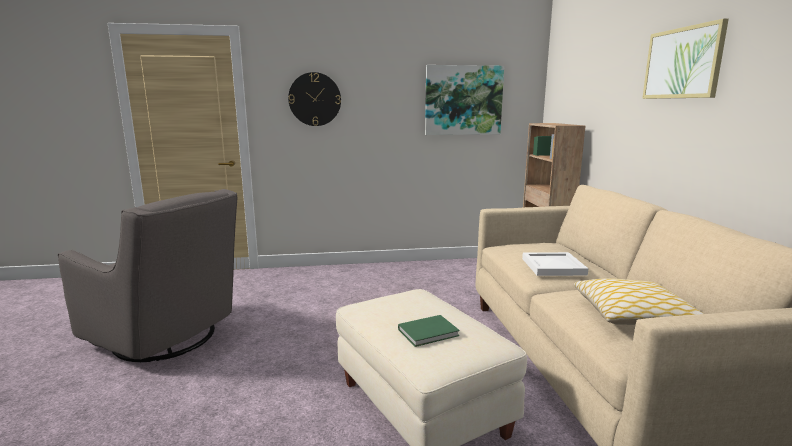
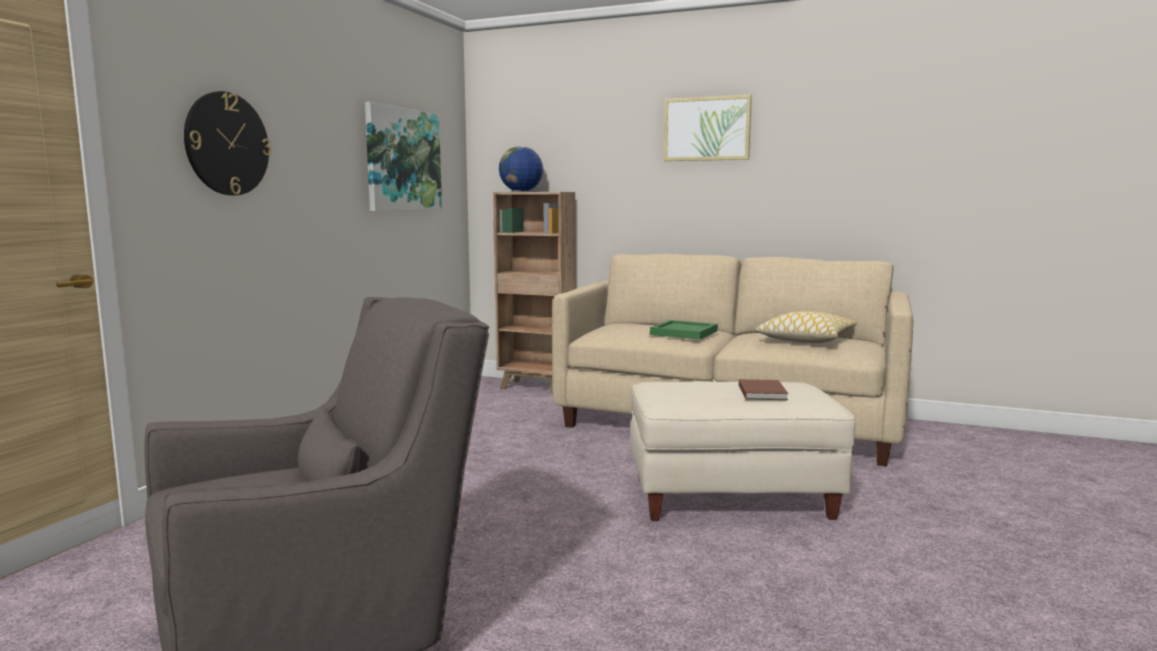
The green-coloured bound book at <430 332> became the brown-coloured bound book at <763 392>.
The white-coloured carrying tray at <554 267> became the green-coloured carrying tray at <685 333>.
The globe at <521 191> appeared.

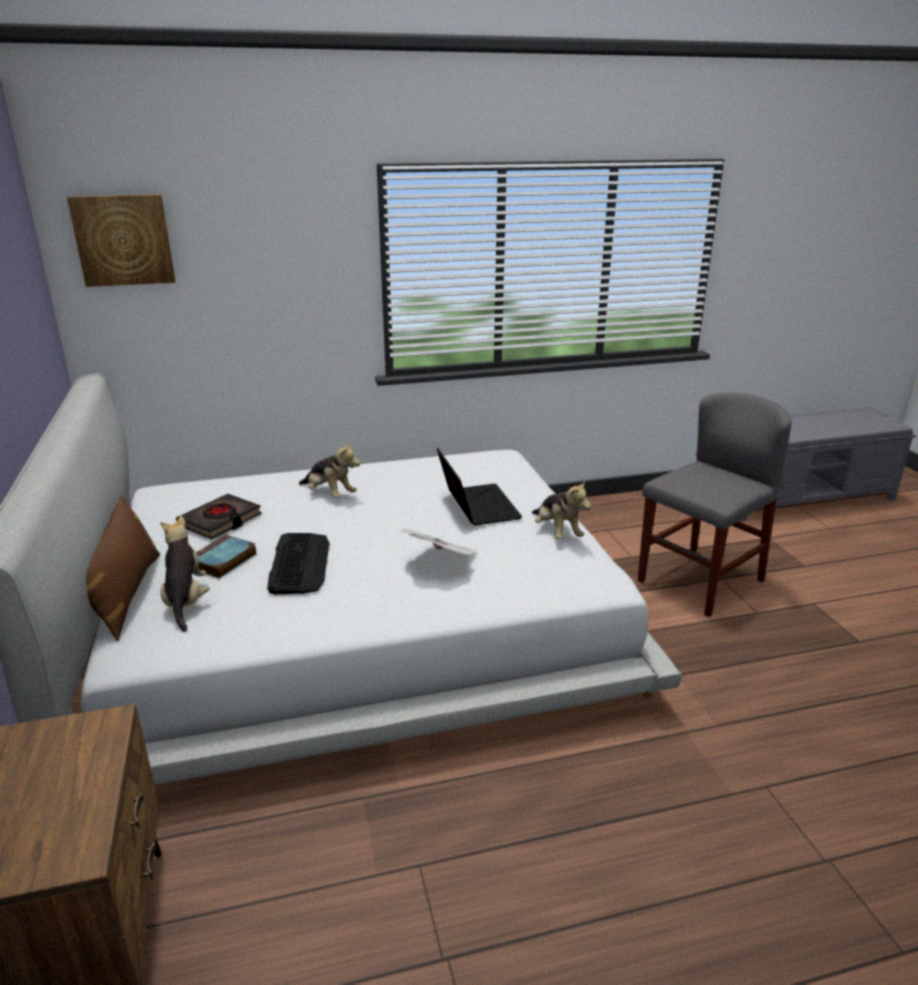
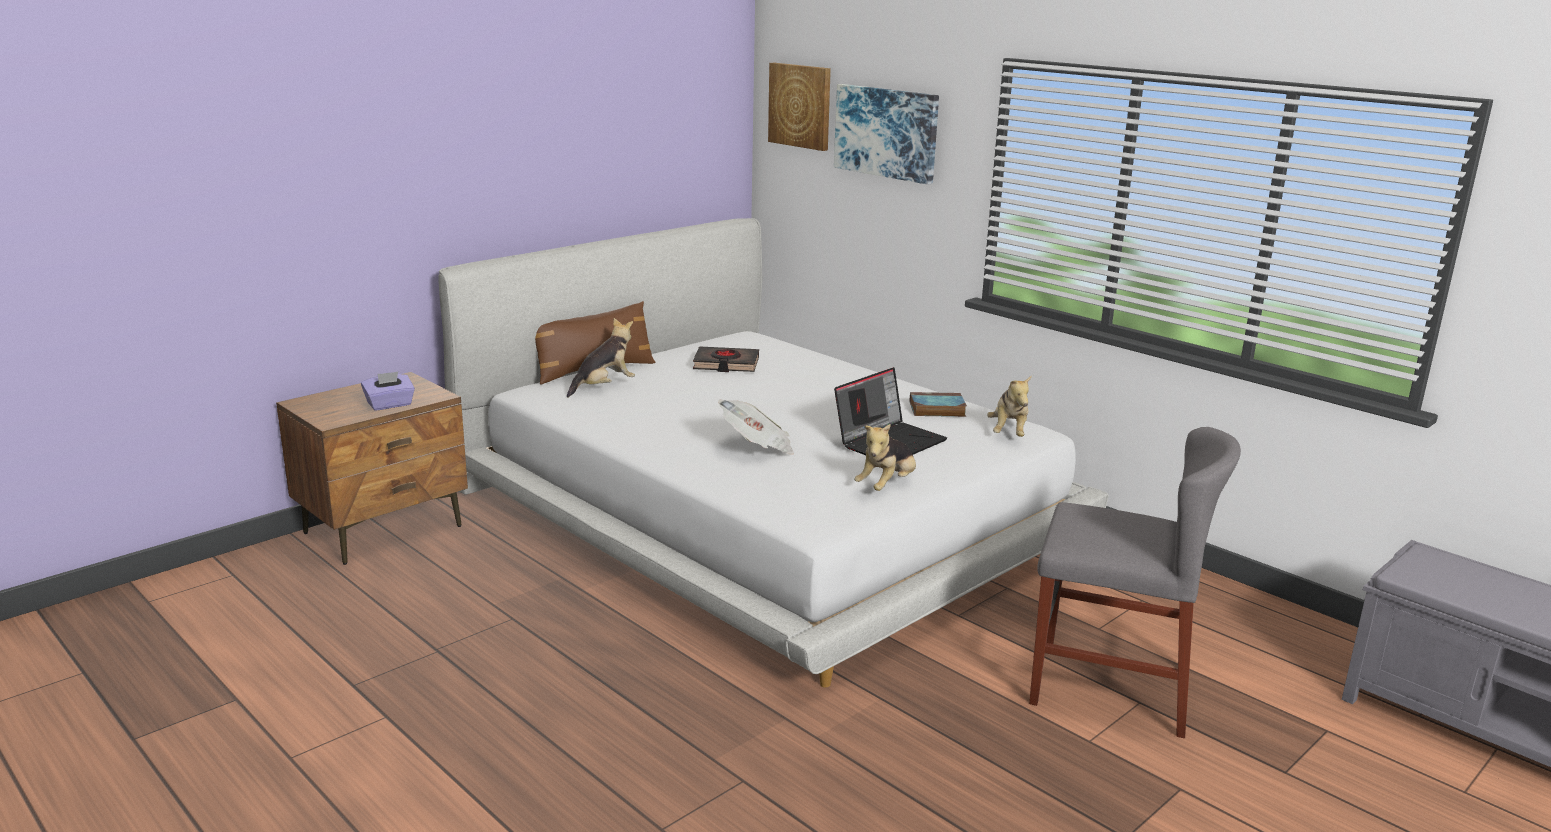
The bound book moved from <222 561> to <936 409>.
The computer keyboard at <299 563> disappeared.
The cuddly toy moved from <329 494> to <1009 433>.
The purplish box of tissues at <390 405> appeared.
The wall art at <887 132> appeared.

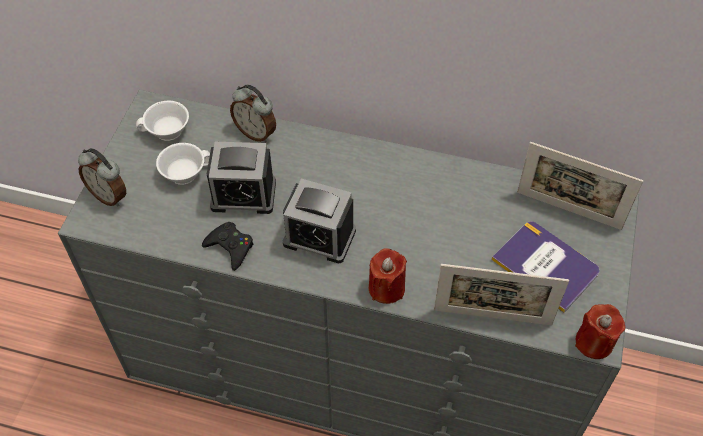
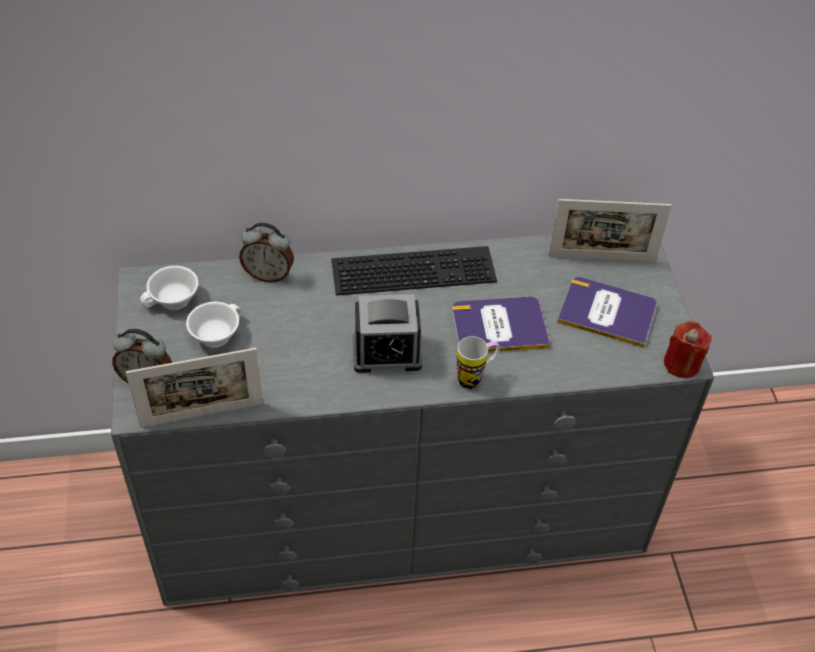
The black joypad at <230 247> disappeared.
The bedside clock at <243 195> disappeared.
The red-coloured wax light at <386 288> was replaced by the coffee mug at <475 378>.
The standing frame moved from <492 317> to <202 415>.
The computer keyboard at <414 268> appeared.
The bound book at <499 326> appeared.

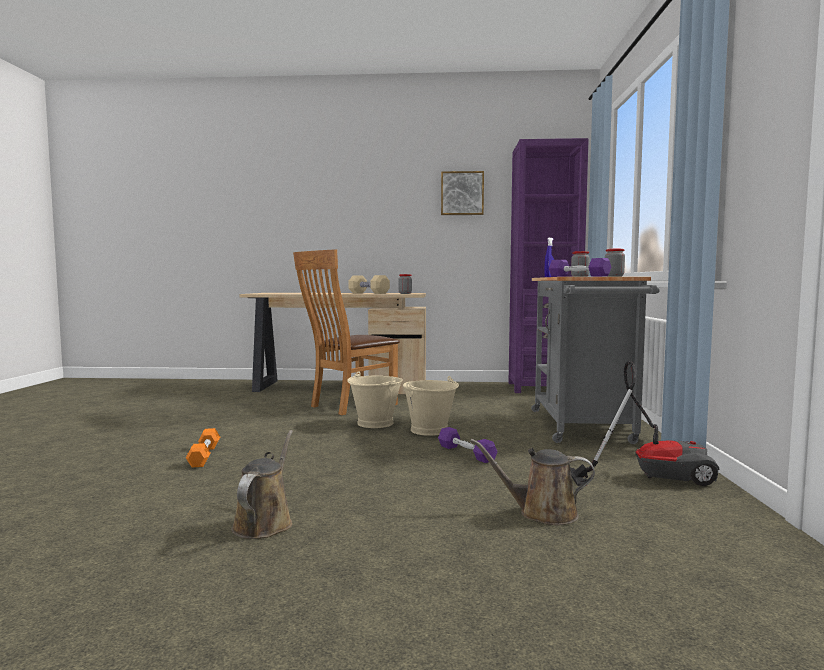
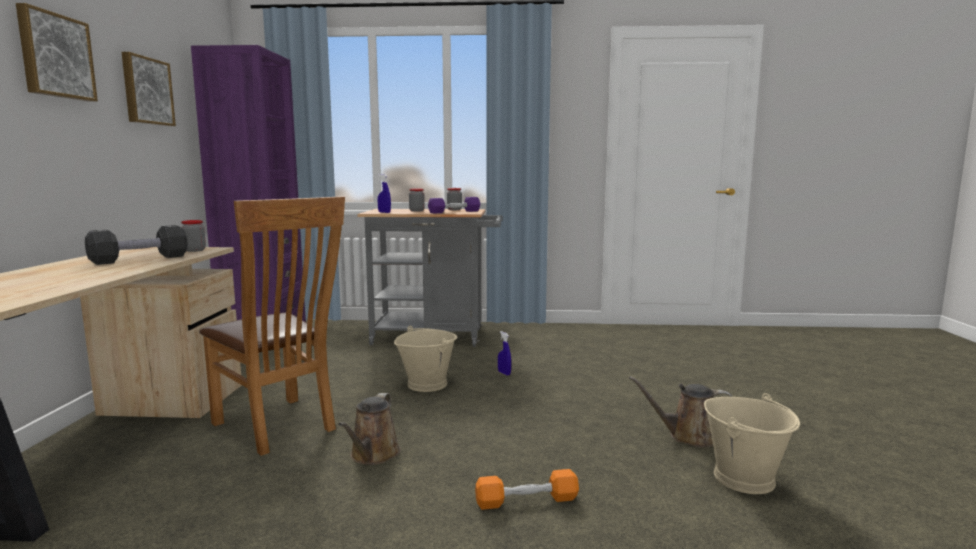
The beige pail moved from <375 423> to <745 478>.
The beige free weight at <368 293> became the black free weight at <139 259>.
The purplish free weight at <466 453> was replaced by the blue spray bottle at <504 373>.
The brown-coloured watering pot moved from <542 513> to <373 455>.
The hoover at <650 476> disappeared.
The wall art at <55 56> appeared.

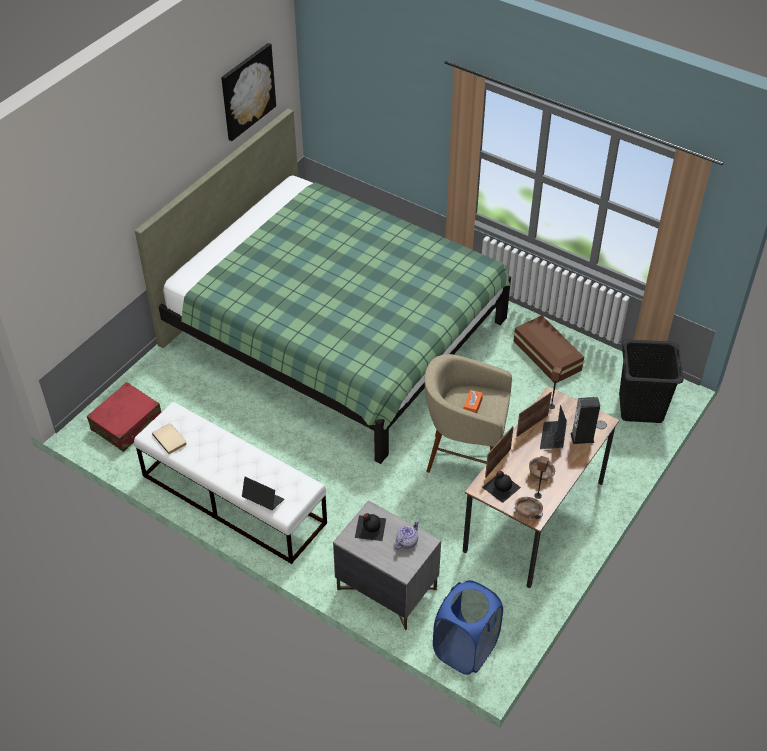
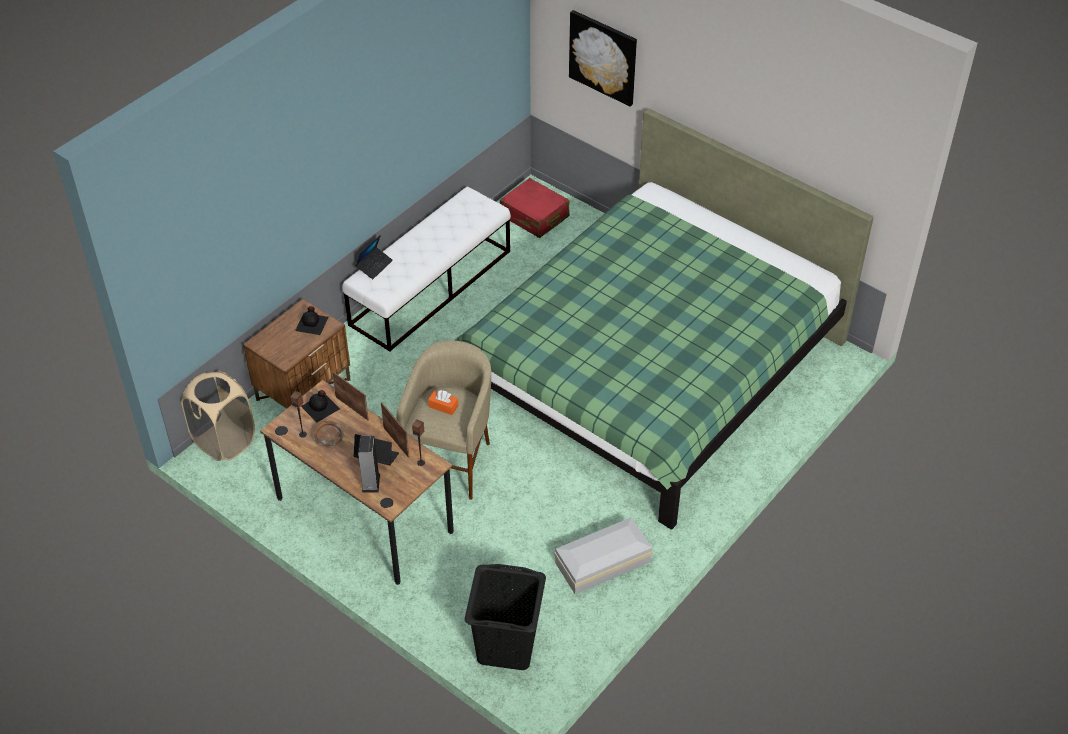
The beige bound book at <170 439> disappeared.
The wall art moved from <247 91> to <603 57>.
The gray nightstand at <386 589> became the brown-coloured nightstand at <304 389>.
The teapot at <406 541> disappeared.
The blue hamper at <465 649> became the beige hamper at <224 441>.
The brown-coloured storage container at <547 356> became the white-coloured storage container at <601 562>.
The brown-coloured bowl at <528 512> disappeared.

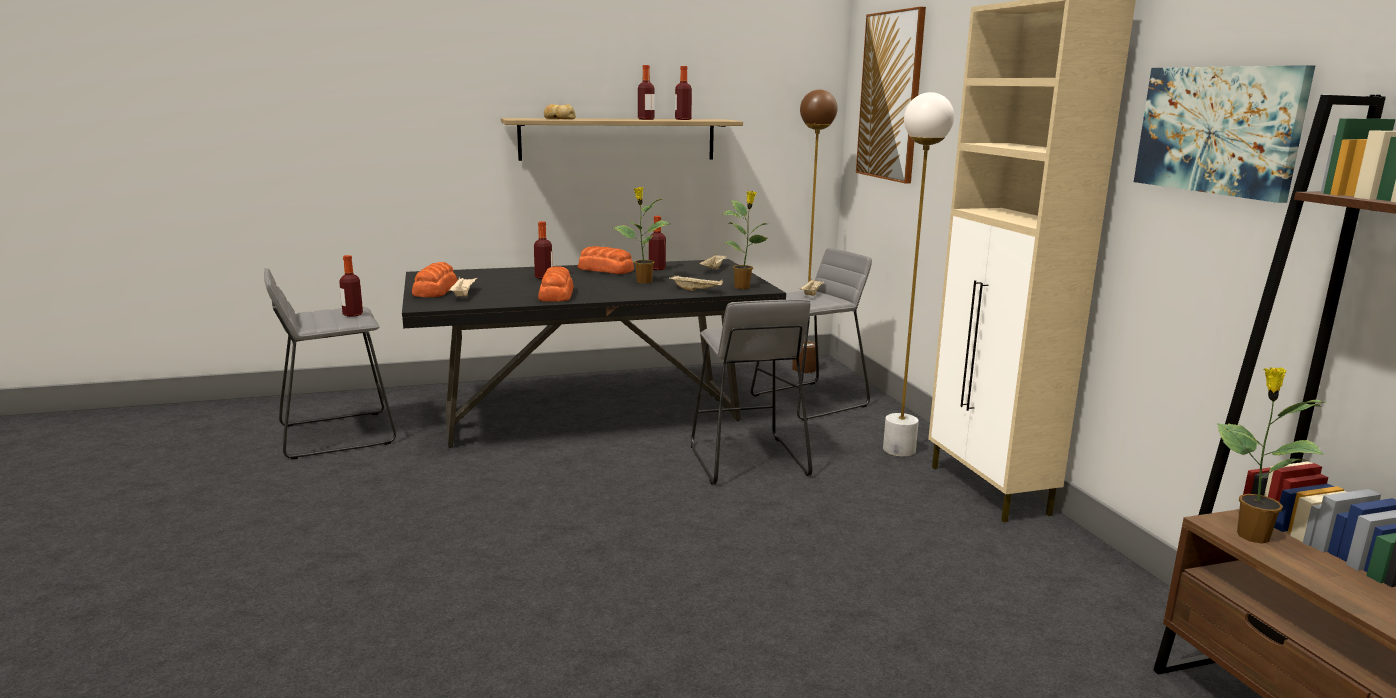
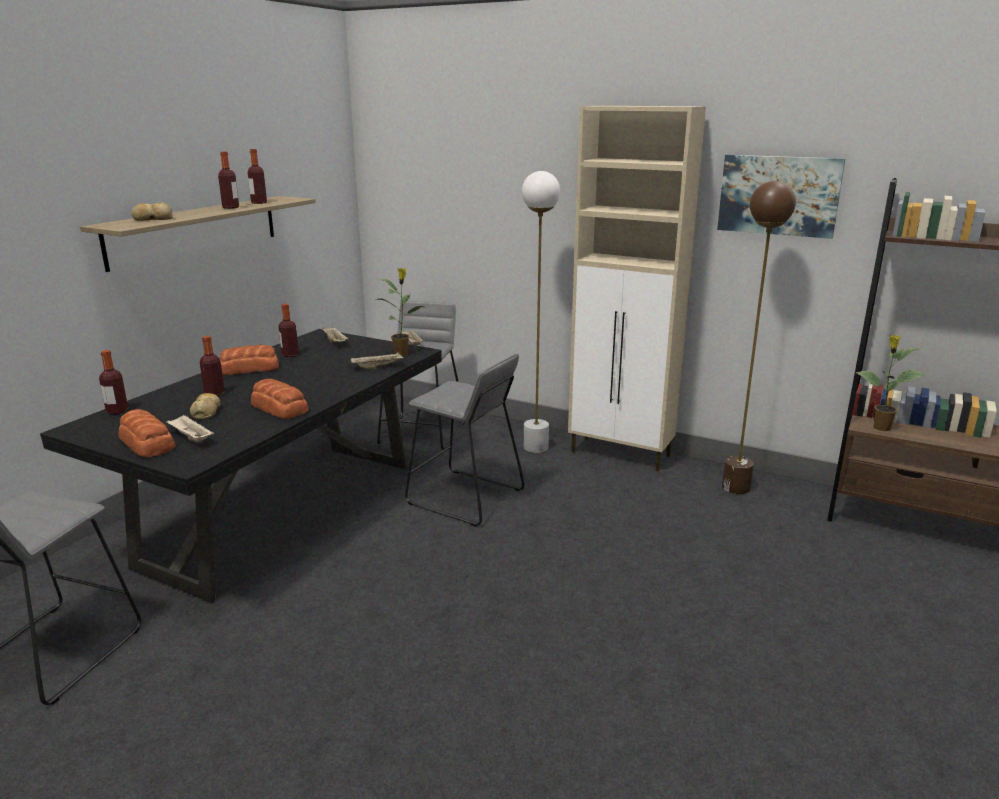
The drink bottle moved from <353 314> to <117 411>.
The plant in a pot at <643 281> disappeared.
The brown-coloured standard lamp moved from <804 369> to <736 487>.
The wall art at <890 96> disappeared.
The bread at <206 412> appeared.

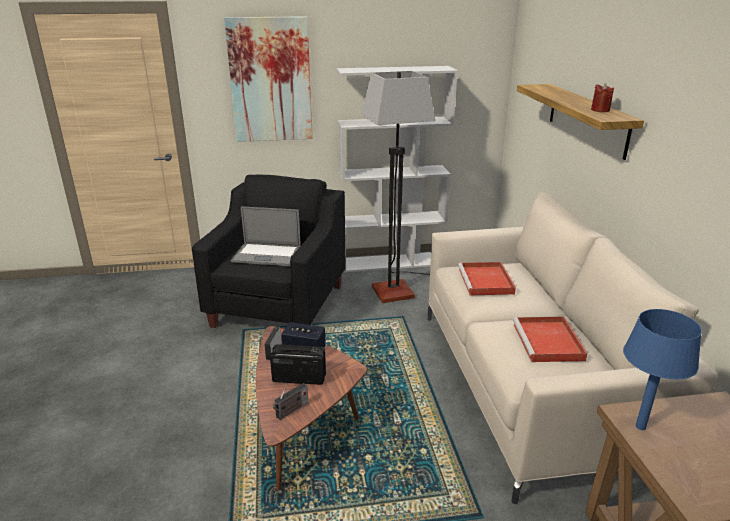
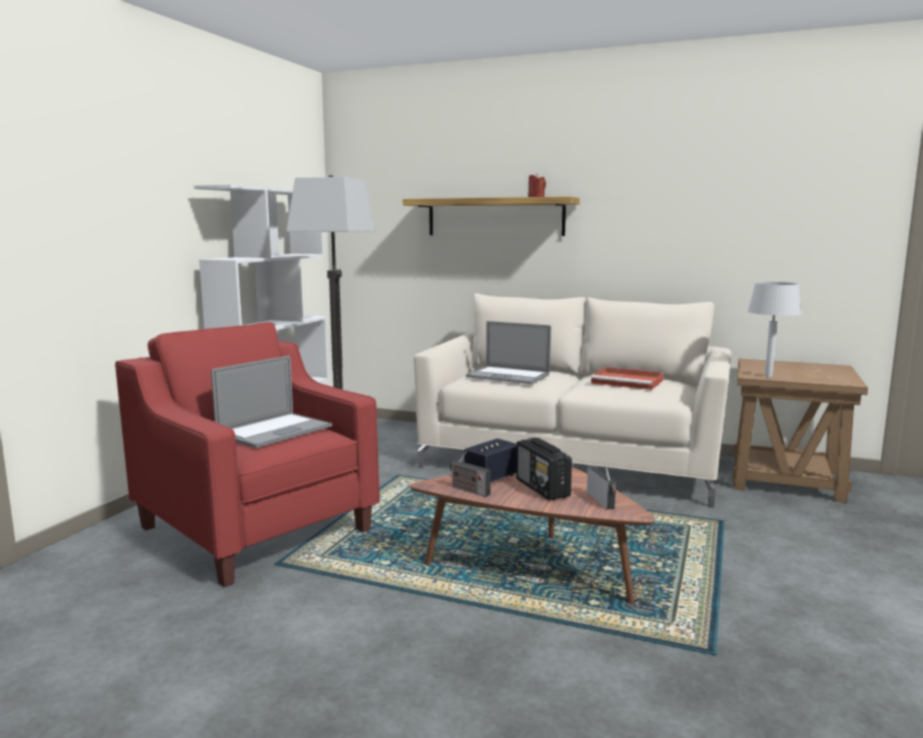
The black armchair at <279 305> became the red-coloured armchair at <256 529>.
The wall art at <270 80> disappeared.
The radio receiver at <298 378> turned 60 degrees counterclockwise.
The red-coloured carrying tray at <486 282> was replaced by the laptop at <508 376>.
The blue tabletop lamp at <640 427> became the gray tabletop lamp at <768 376>.

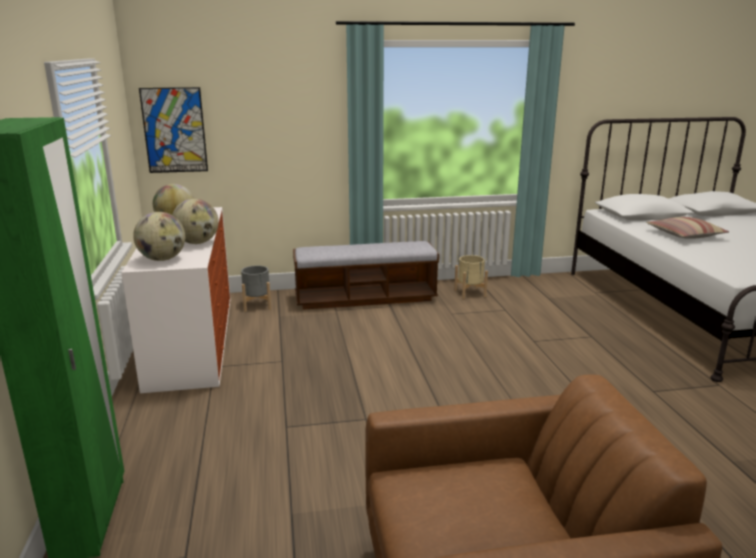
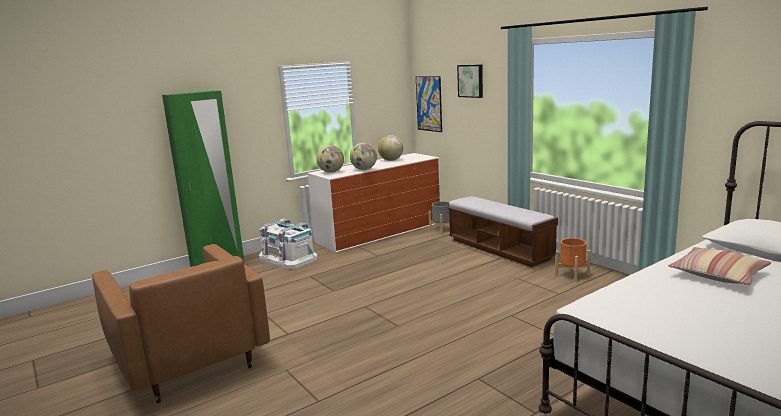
The beige plant pot at <469 293> became the orangey plant pot at <572 275>.
The white-coloured storage container at <288 258> appeared.
The wall art at <471 81> appeared.

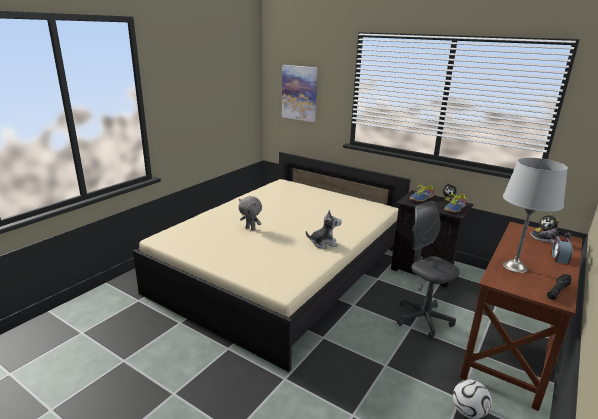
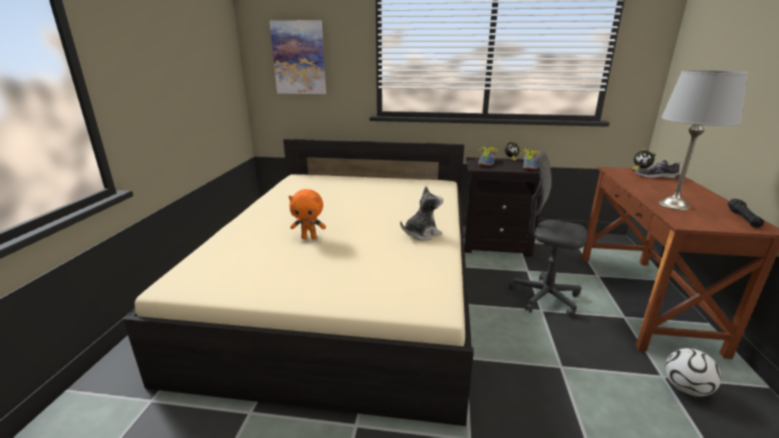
The gray cuddly toy at <251 228> became the orangey cuddly toy at <309 237>.
The bedside clock at <559 257> disappeared.

